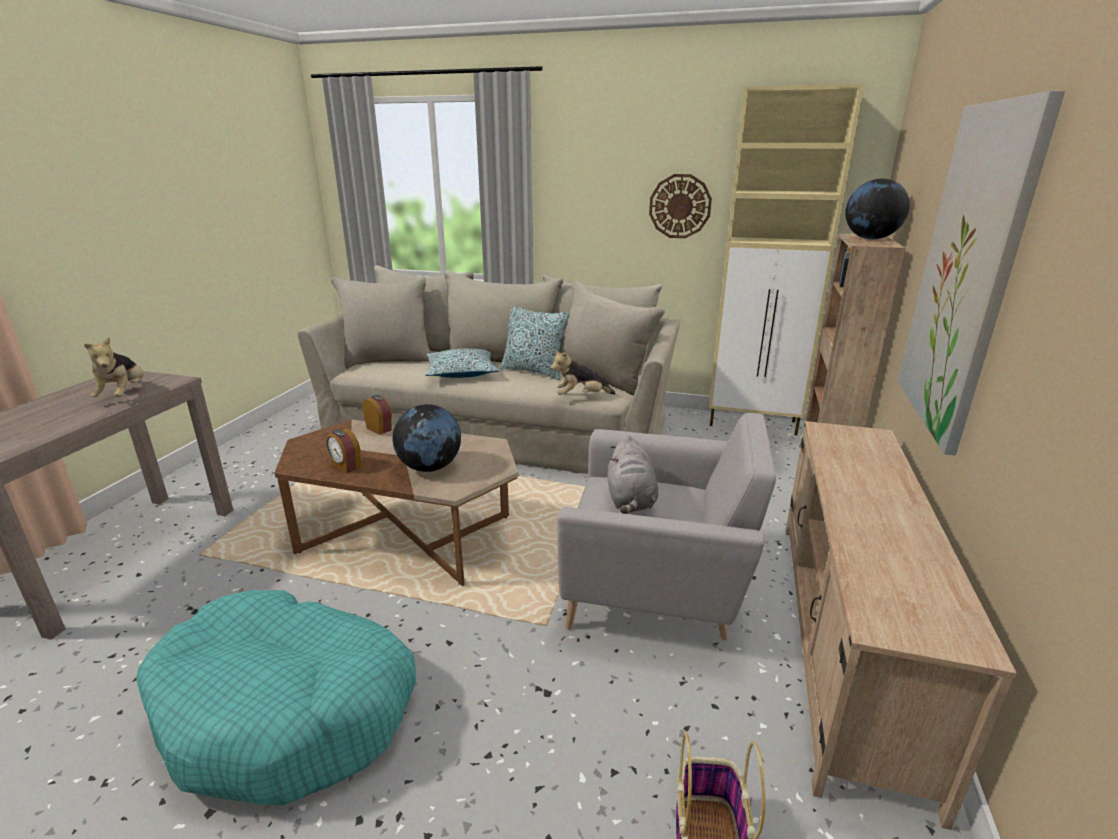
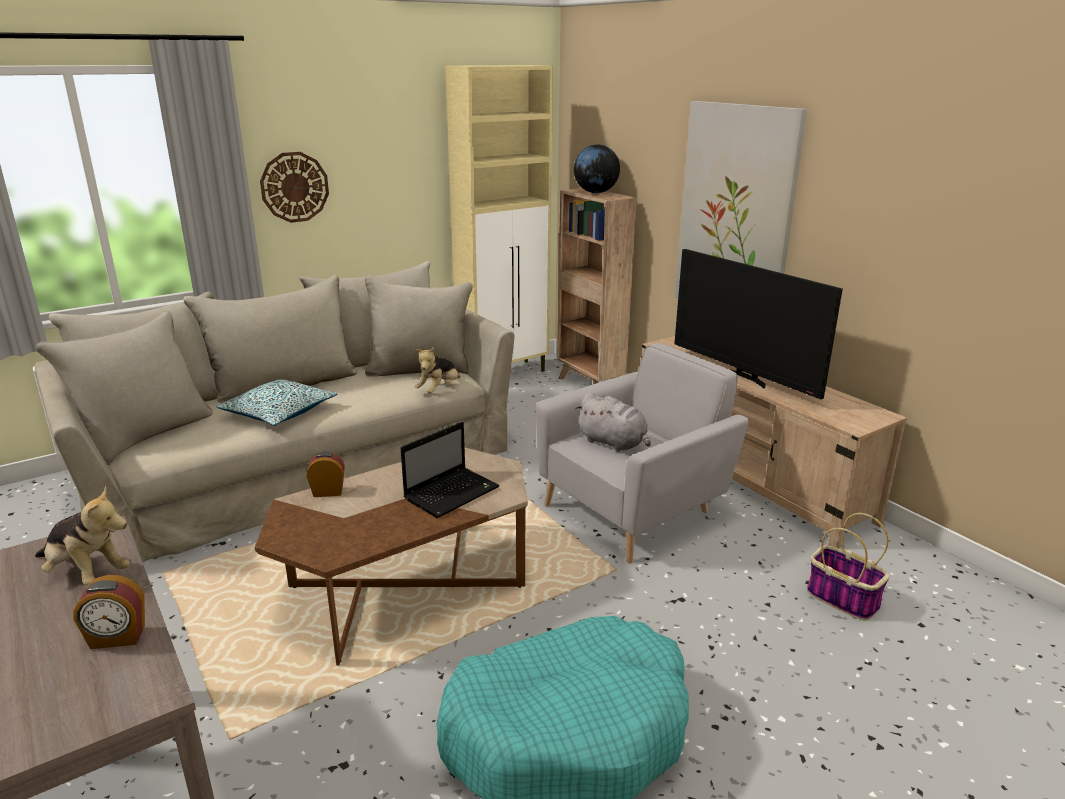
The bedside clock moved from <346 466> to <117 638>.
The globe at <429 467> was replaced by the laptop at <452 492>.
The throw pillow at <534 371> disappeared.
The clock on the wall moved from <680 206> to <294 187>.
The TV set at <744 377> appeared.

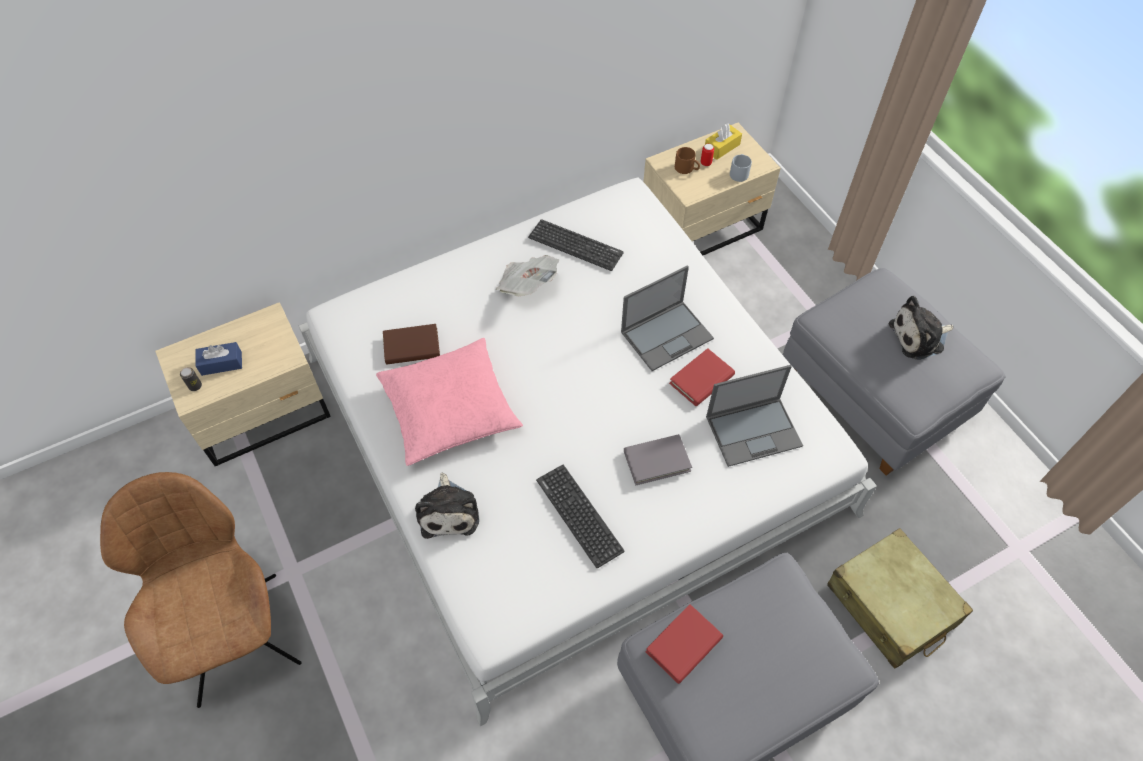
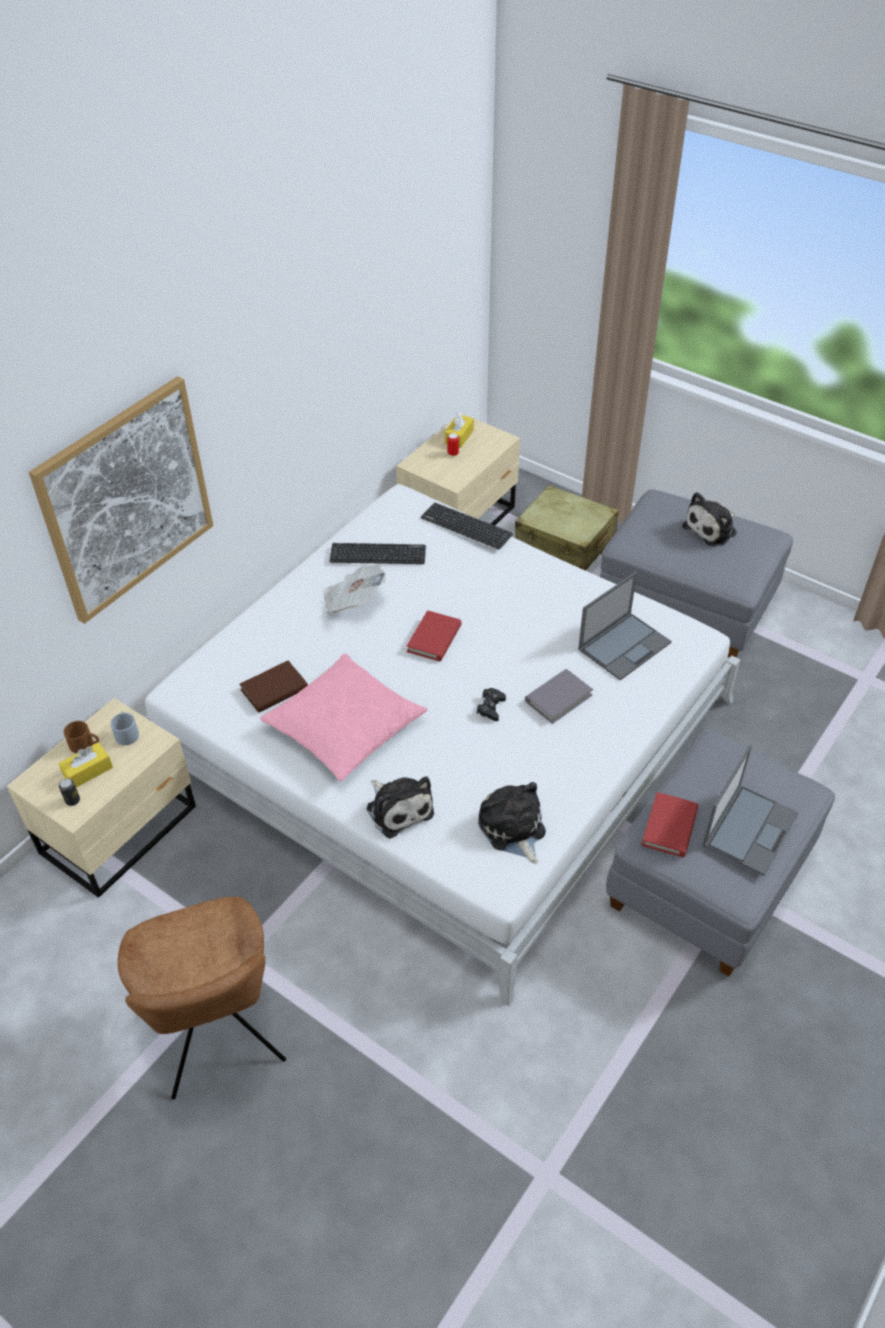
The brown-coloured upright chair at <237 633> turned 150 degrees counterclockwise.
The blue box of tissues at <221 363> became the yellow-coloured box of tissues at <88 771>.
The computer keyboard moved from <579 515> to <466 526>.
The laptop moved from <667 335> to <750 828>.
The red-coloured bound book moved from <701 379> to <434 638>.
The brown-coloured coffee mug moved from <687 168> to <85 744>.
The gray coffee mug moved from <739 172> to <126 733>.
The beige suitcase moved from <891 605> to <565 541>.
The wall art at <127 499> appeared.
The black joypad at <491 707> appeared.
The cuddly toy at <513 829> appeared.

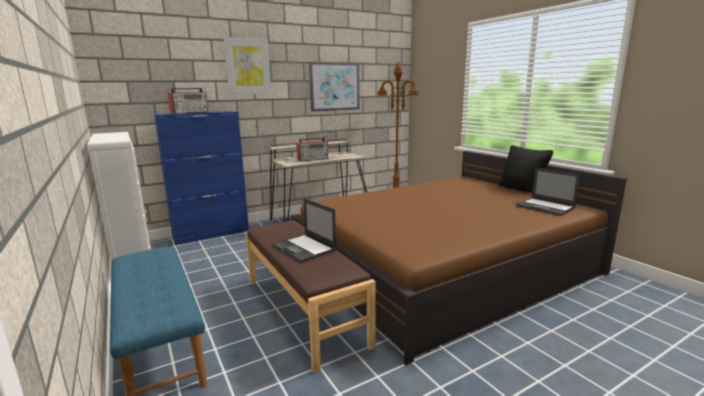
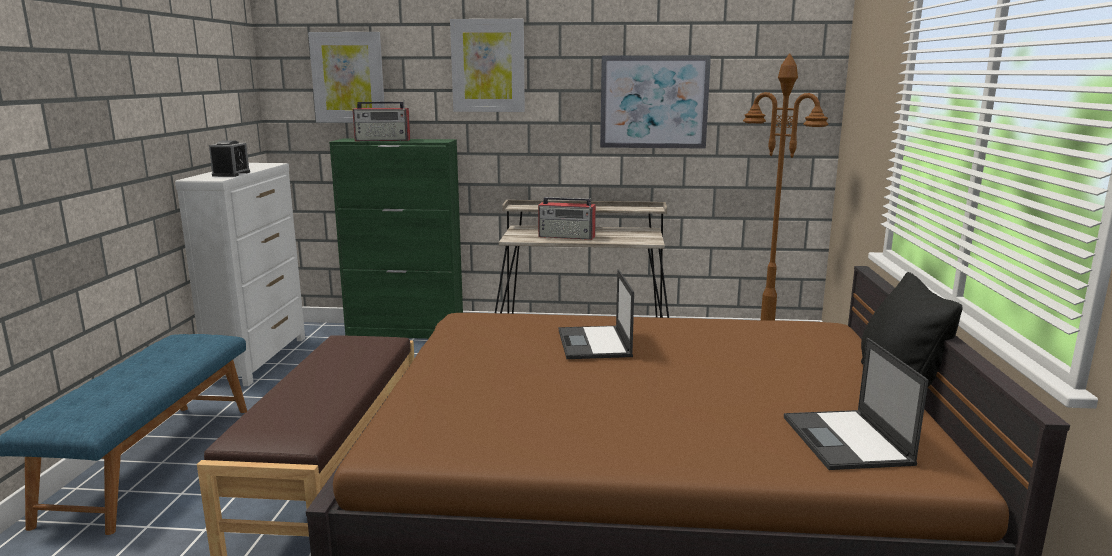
The blue cabinet at <212 234> became the green-coloured cabinet at <406 331>.
The laptop moved from <304 248> to <594 343>.
The bedside clock at <231 174> appeared.
The wall art at <348 78> appeared.

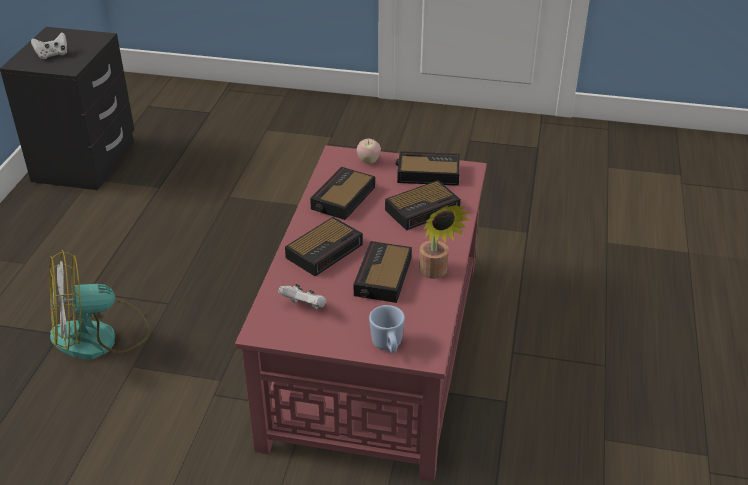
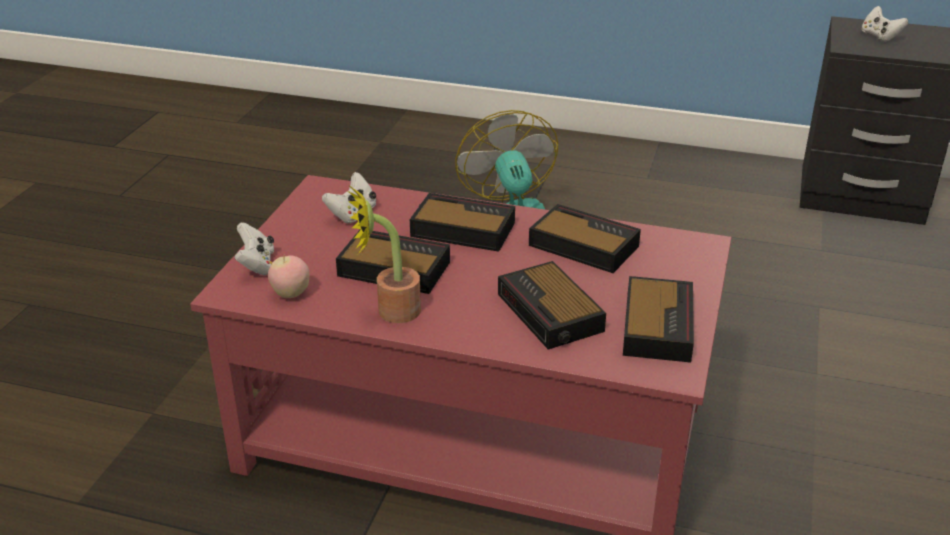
The bedside clock at <325 250> turned 150 degrees clockwise.
The apple moved from <368 161> to <291 294>.
The blue coffee mug at <388 346> was replaced by the white-coloured joypad at <257 265>.

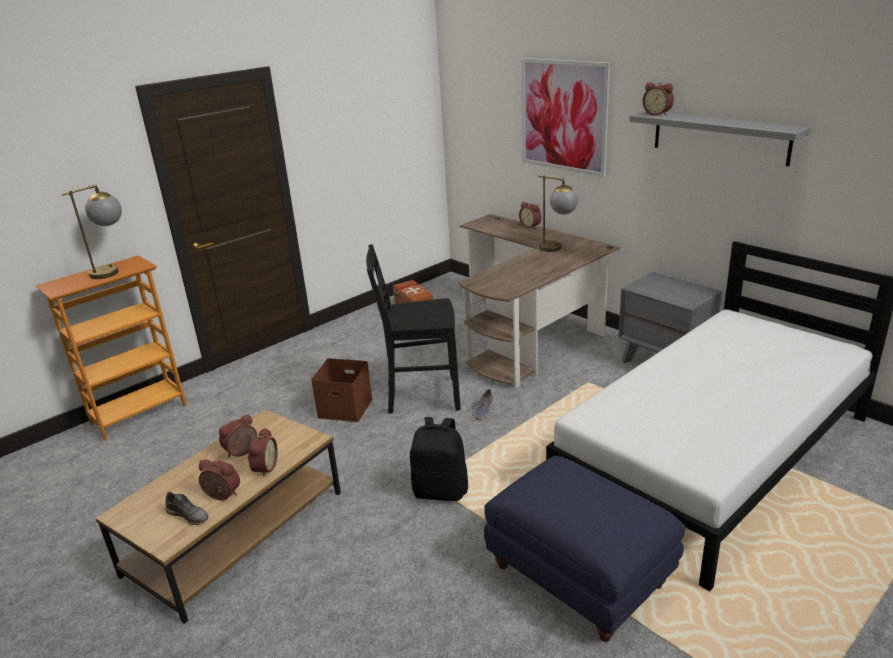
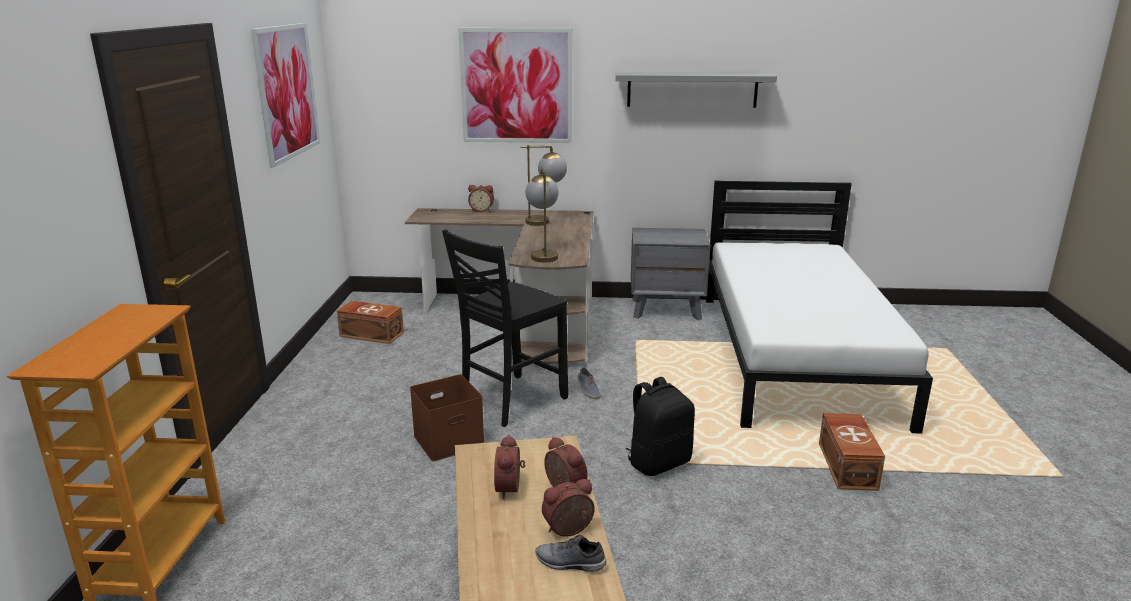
The tabletop lamp moved from <113 270> to <543 254>.
The gray item of footwear at <188 515> turned 150 degrees counterclockwise.
The blue ottoman at <580 577> was replaced by the brown-coloured storage container at <848 466>.
The bedside clock at <657 114> disappeared.
The wall art at <287 92> appeared.

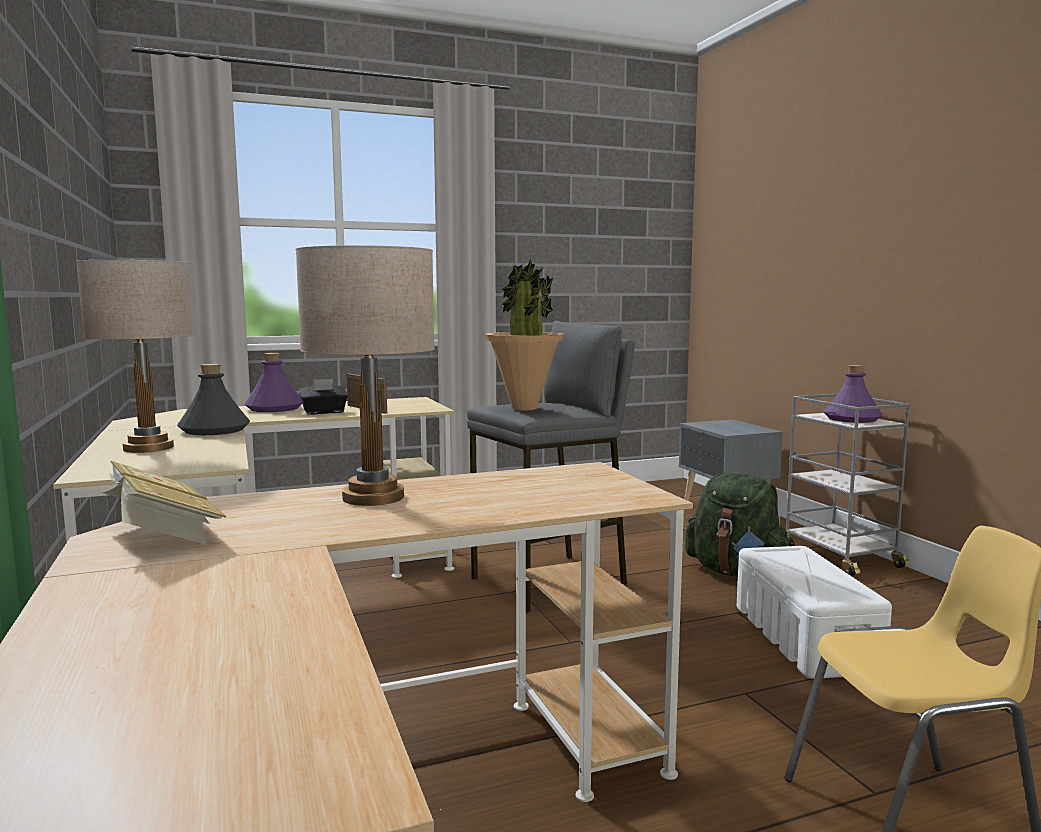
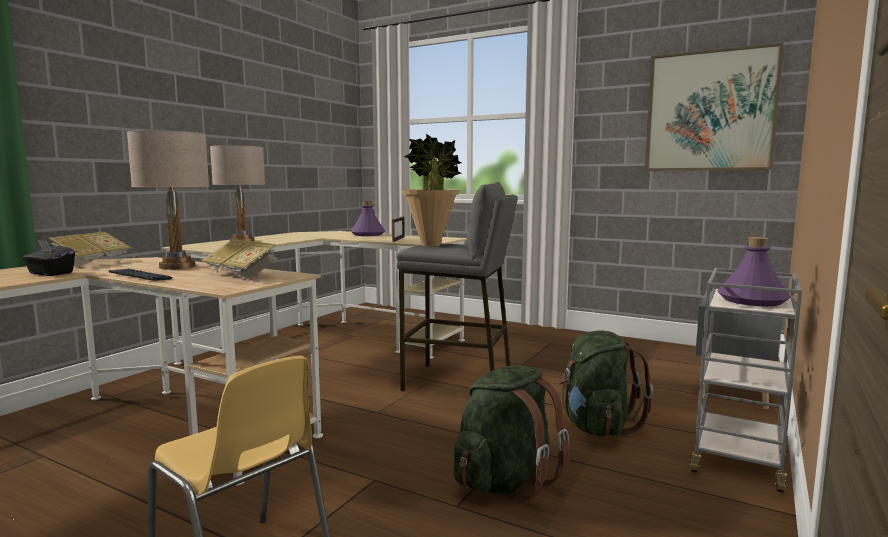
The gray drink bottle at <215 430> disappeared.
The black box of tissues moved from <324 412> to <50 273>.
The white-coloured storage container at <805 638> was replaced by the green-coloured backpack at <506 481>.
The computer keyboard at <139 276> appeared.
The bound book at <241 275> appeared.
The wall art at <710 111> appeared.

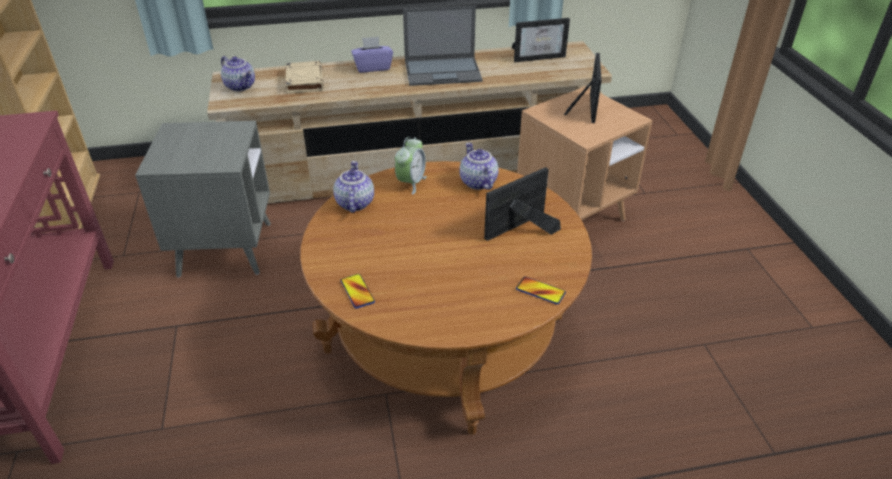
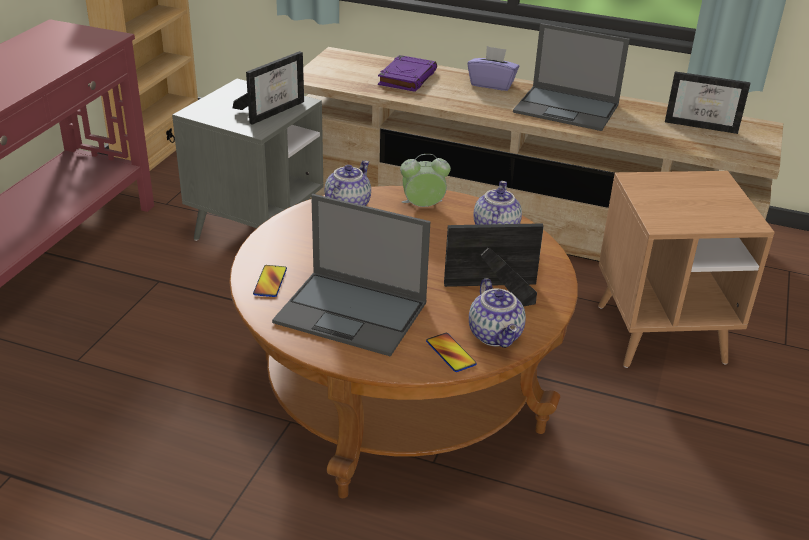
The teapot moved from <241 86> to <496 335>.
The beige bound book at <304 80> became the purplish bound book at <407 78>.
The bedside clock at <411 183> turned 150 degrees counterclockwise.
The standing frame moved from <586 107> to <273 110>.
The laptop at <353 313> appeared.

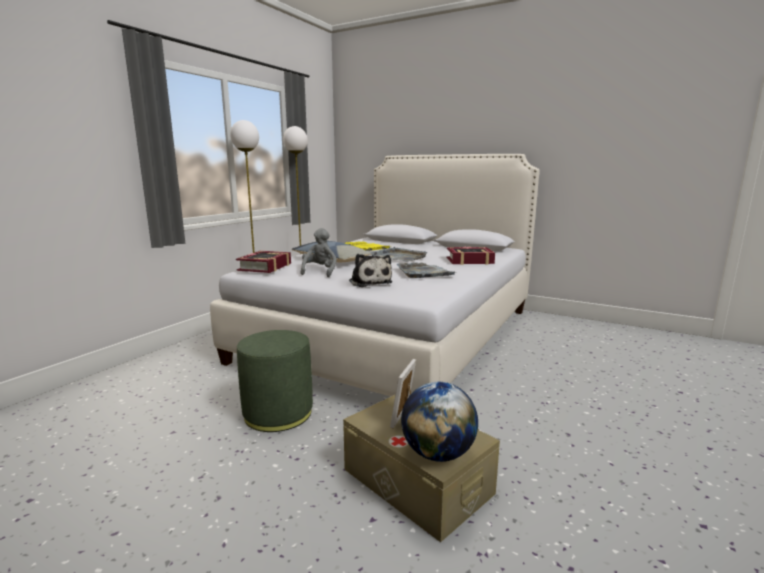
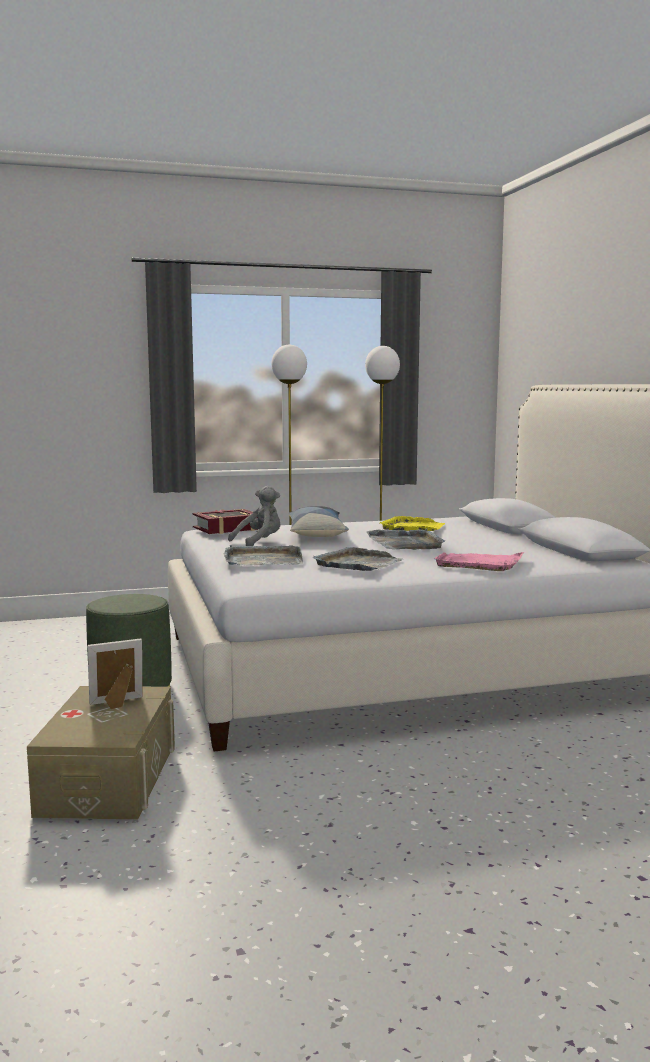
The cuddly toy at <369 282> was replaced by the gray carrying tray at <262 560>.
The globe at <438 453> disappeared.
The bound book at <469 261> was replaced by the pink-coloured carrying tray at <480 564>.

